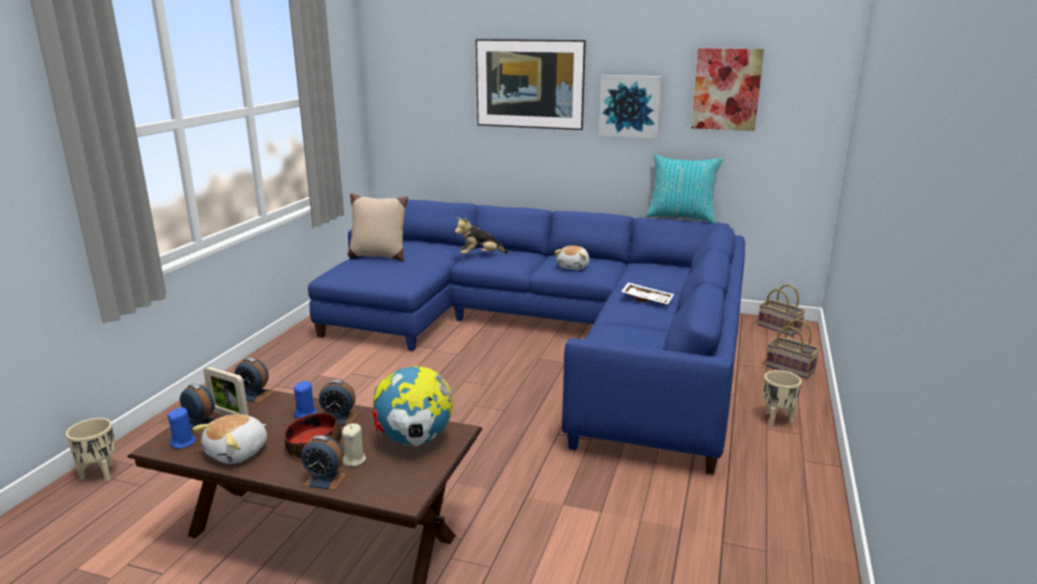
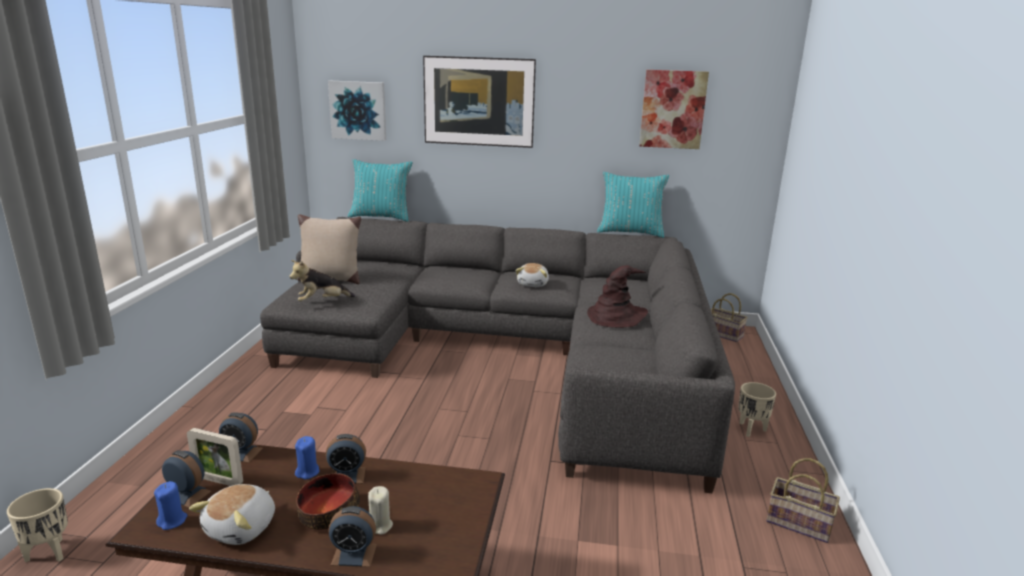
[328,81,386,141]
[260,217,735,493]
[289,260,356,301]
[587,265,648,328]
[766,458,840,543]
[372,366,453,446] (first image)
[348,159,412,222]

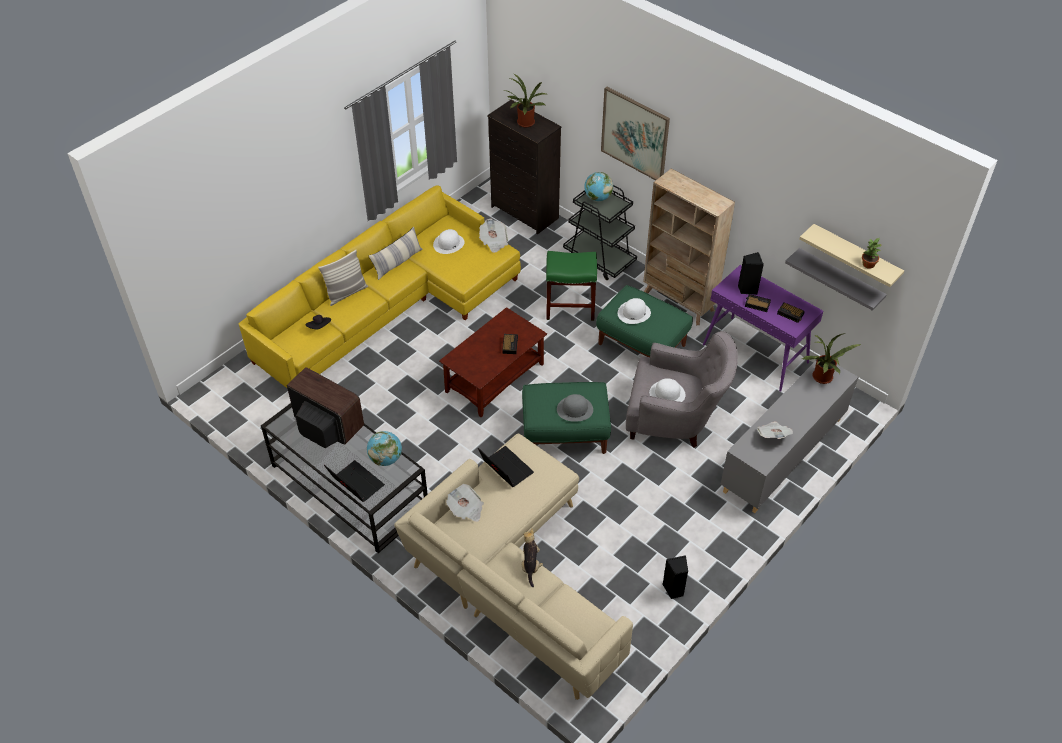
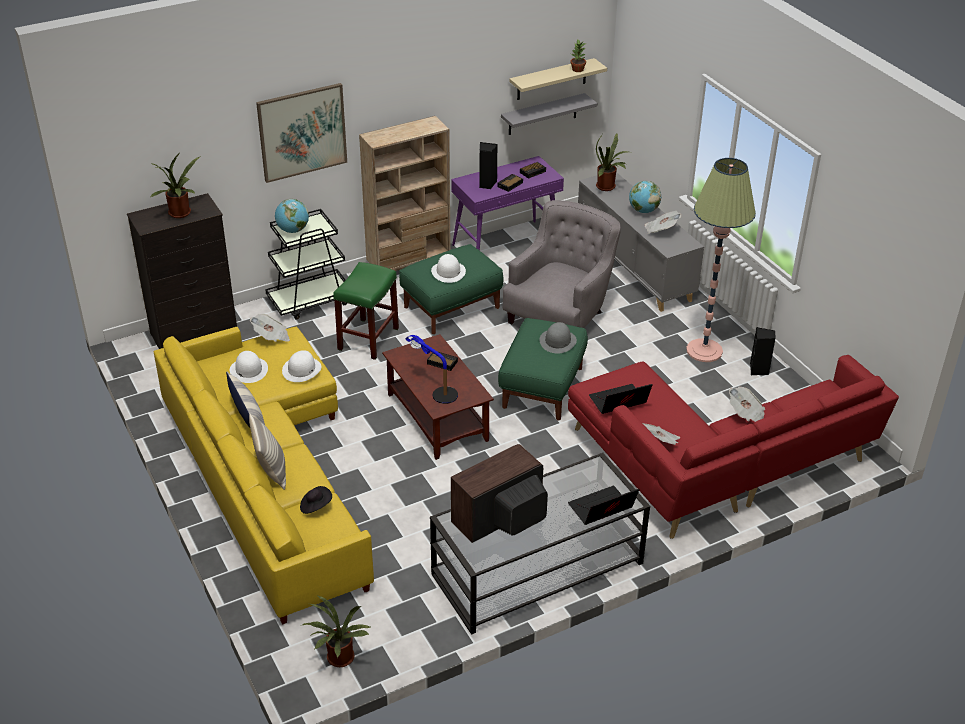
[282,350,321,382]
[629,181,661,213]
[568,355,899,539]
[729,387,765,422]
[686,158,756,362]
[406,335,458,404]
[300,595,372,667]

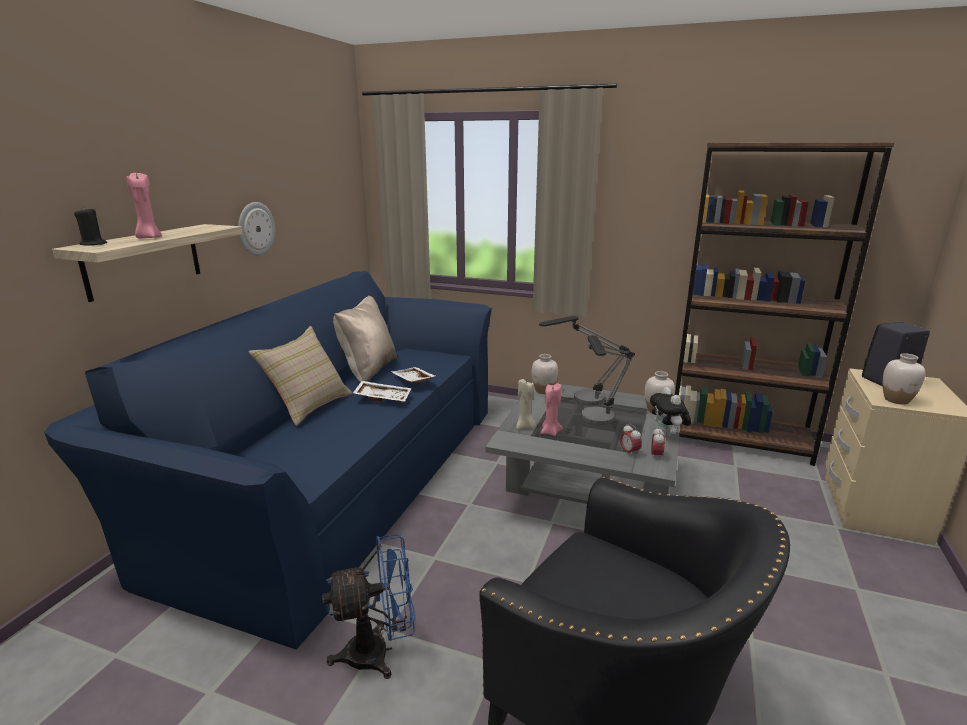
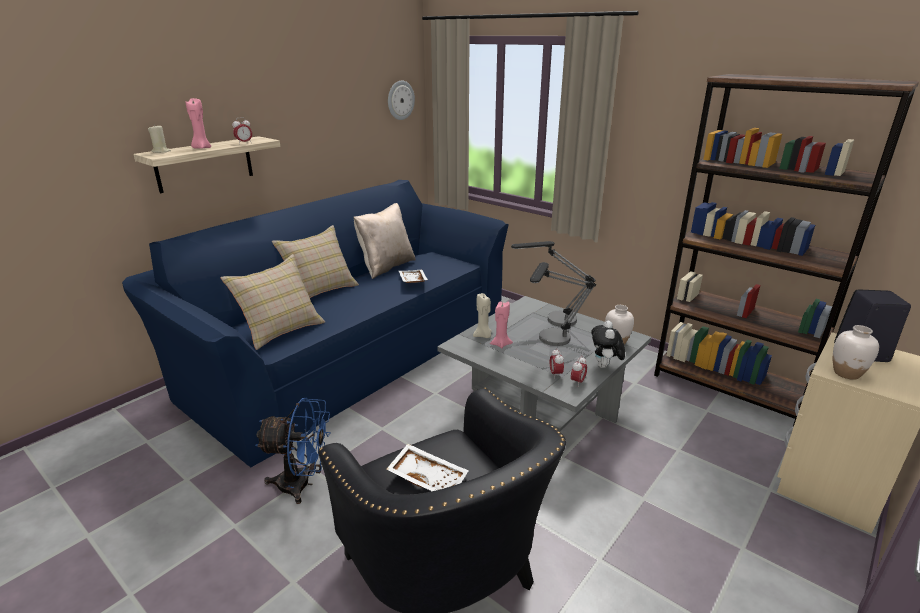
[388,80,415,120]
[148,124,171,153]
[532,354,558,394] (first image)
[386,444,469,491]
[232,117,252,144]
[221,254,325,350]

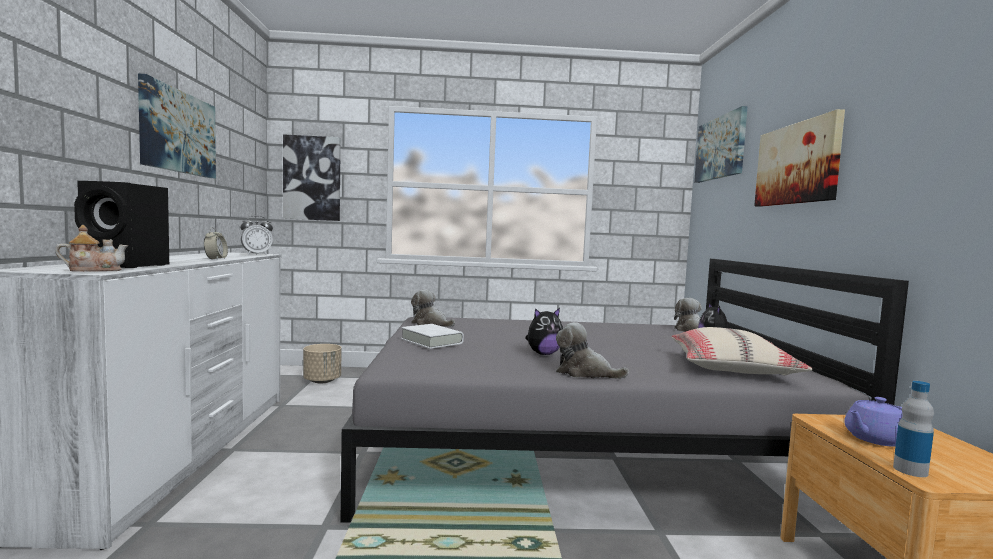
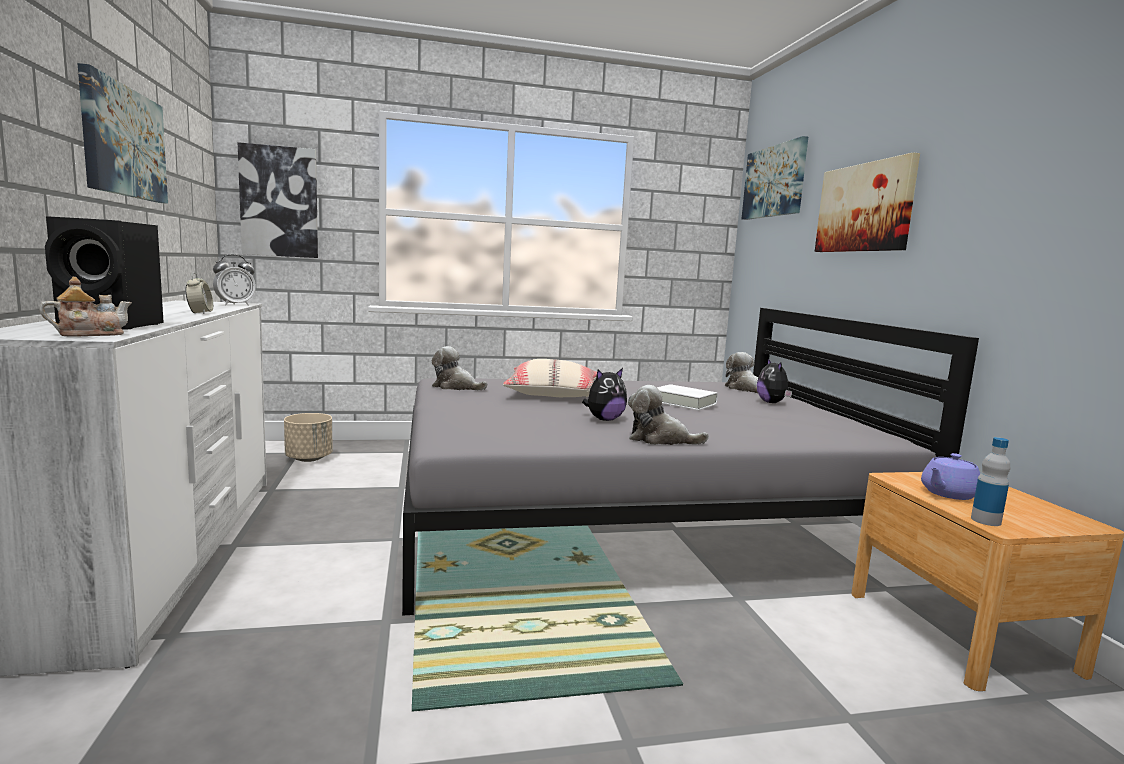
[657,384,718,411]
[503,359,597,397]

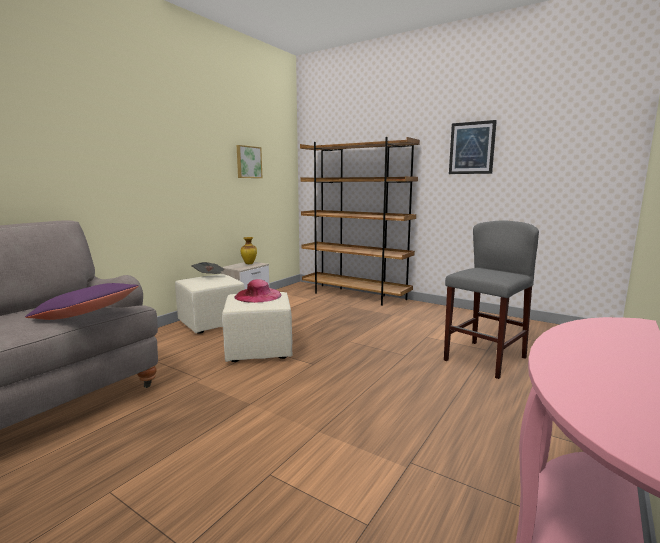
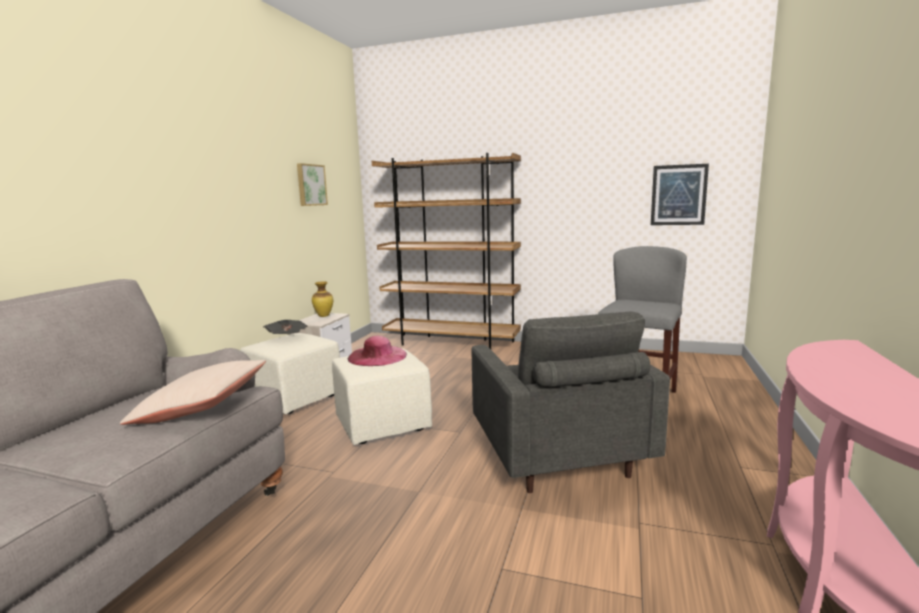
[651,164,709,225]
[119,360,266,425]
[472,311,670,493]

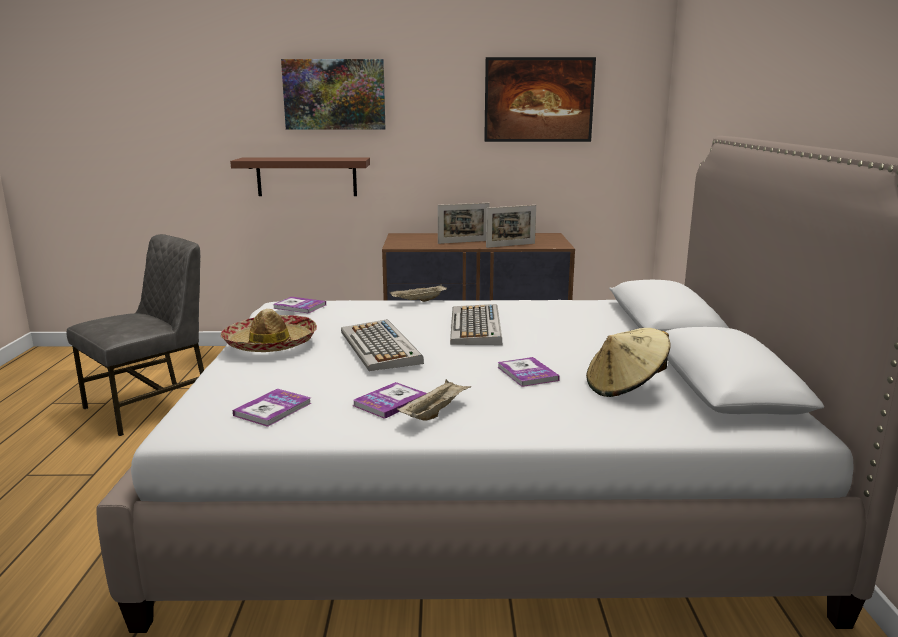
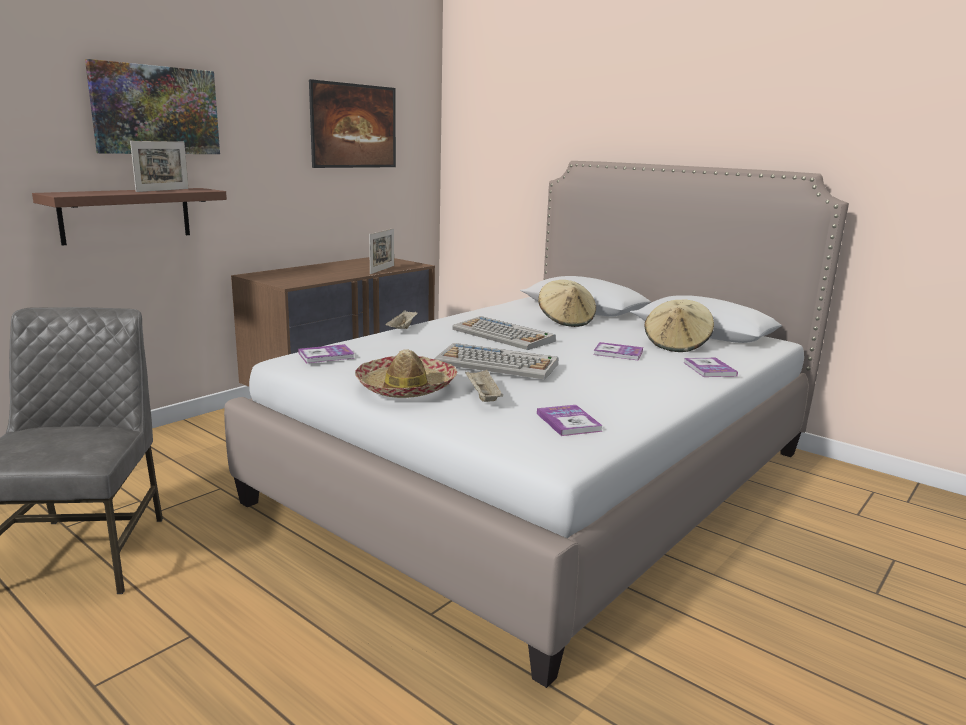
[130,141,188,192]
[465,370,503,402]
[684,358,738,377]
[538,280,596,327]

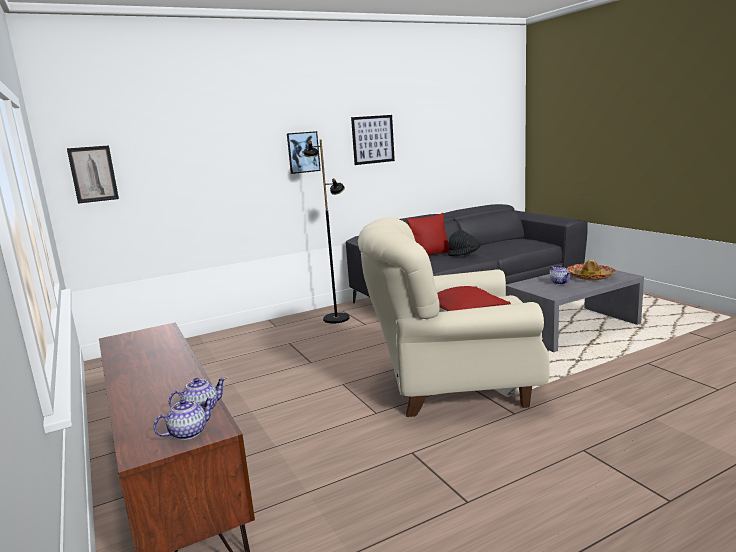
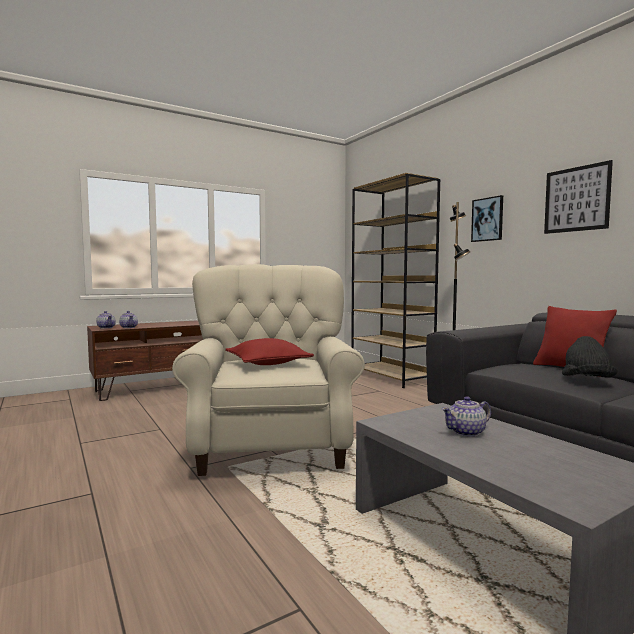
[67,145,119,204] (first image)
[567,260,616,281] (first image)
[351,173,440,388]

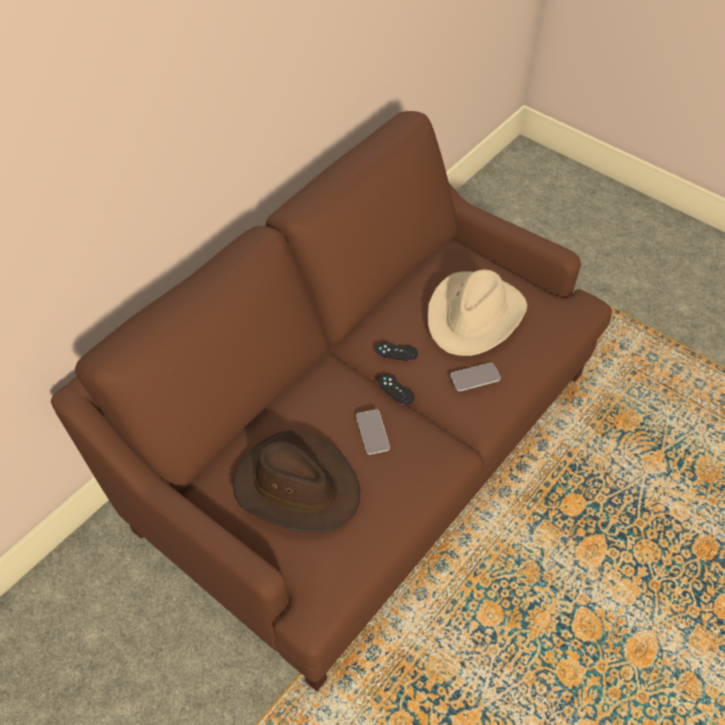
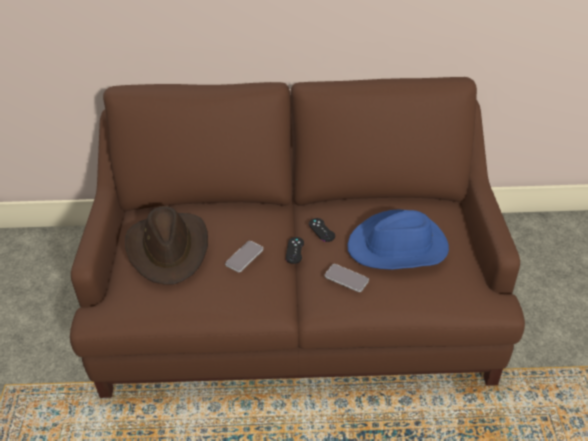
[347,209,449,270]

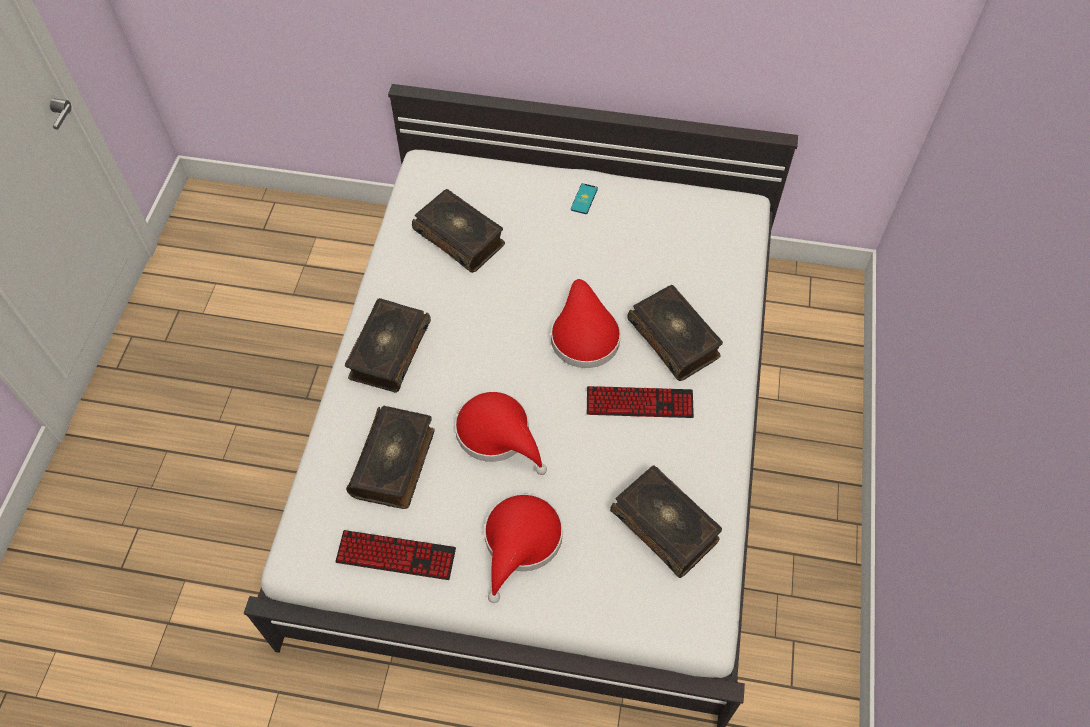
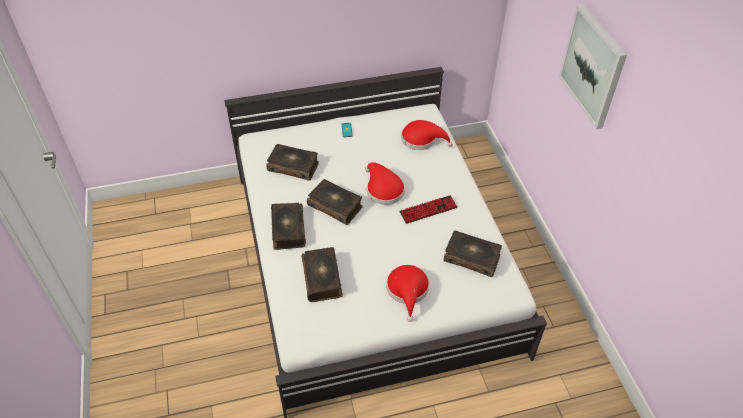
[307,179,363,225]
[401,120,453,150]
[335,530,456,580] (first image)
[559,4,627,129]

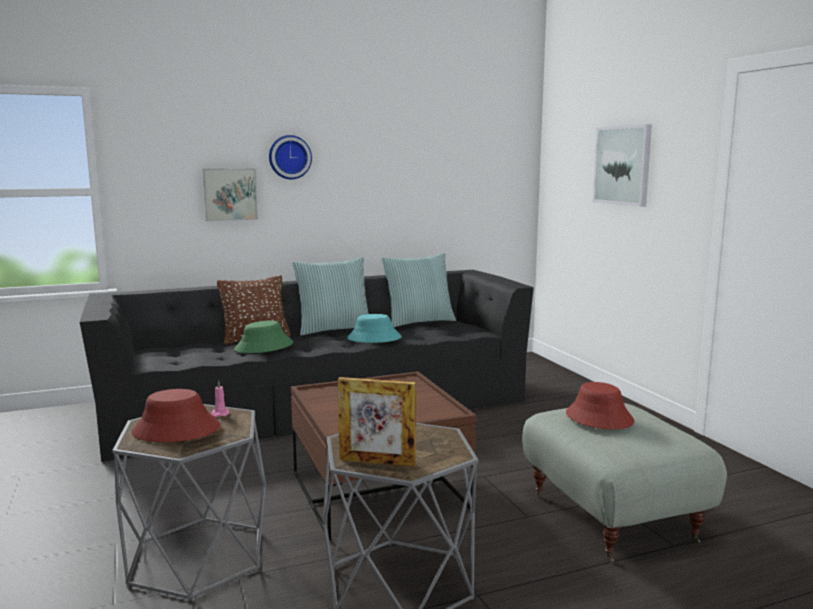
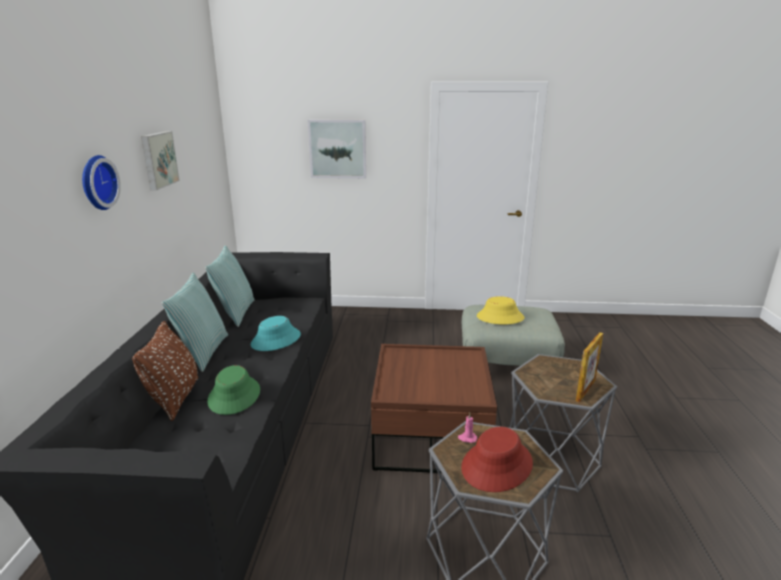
[141,131,180,190]
[477,296,525,324]

